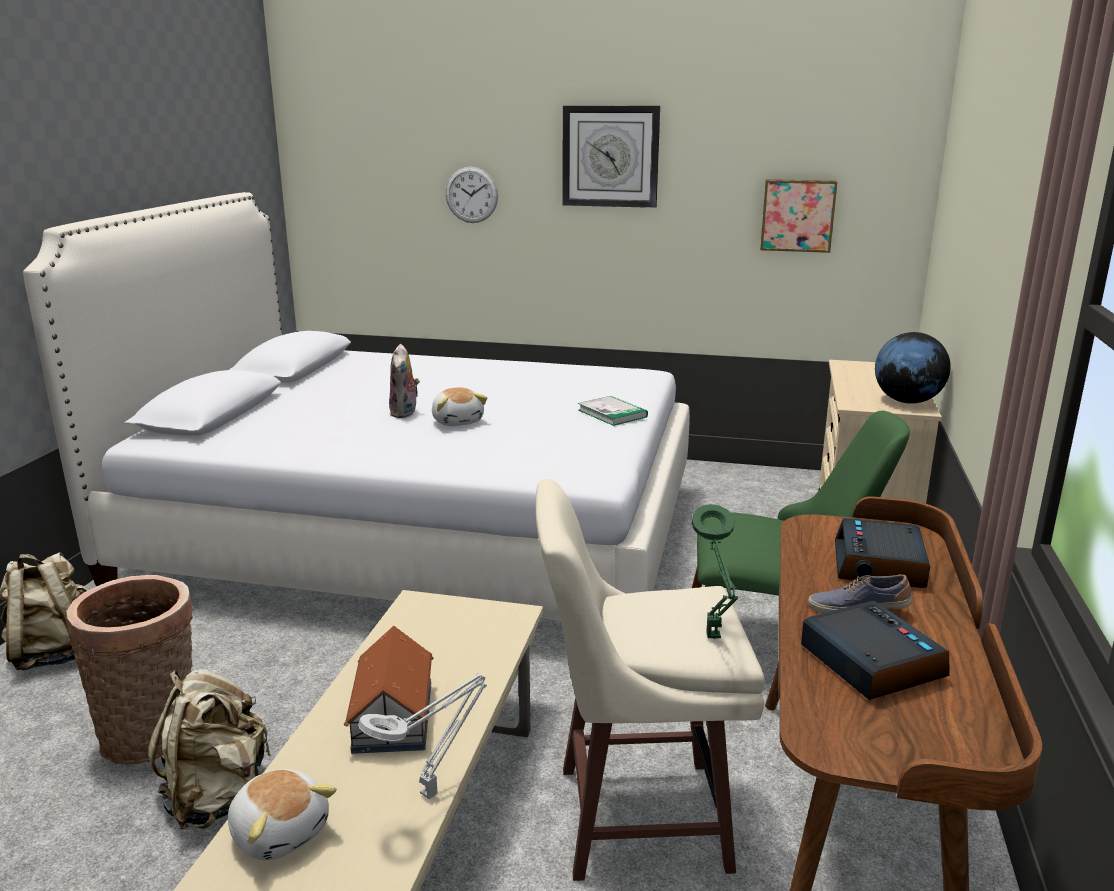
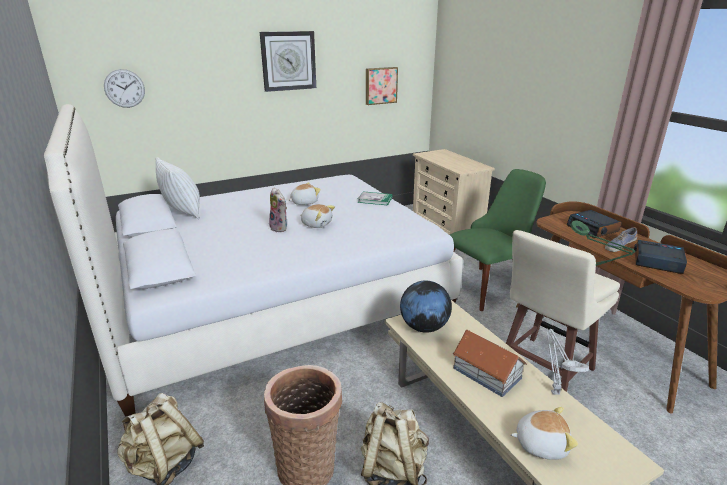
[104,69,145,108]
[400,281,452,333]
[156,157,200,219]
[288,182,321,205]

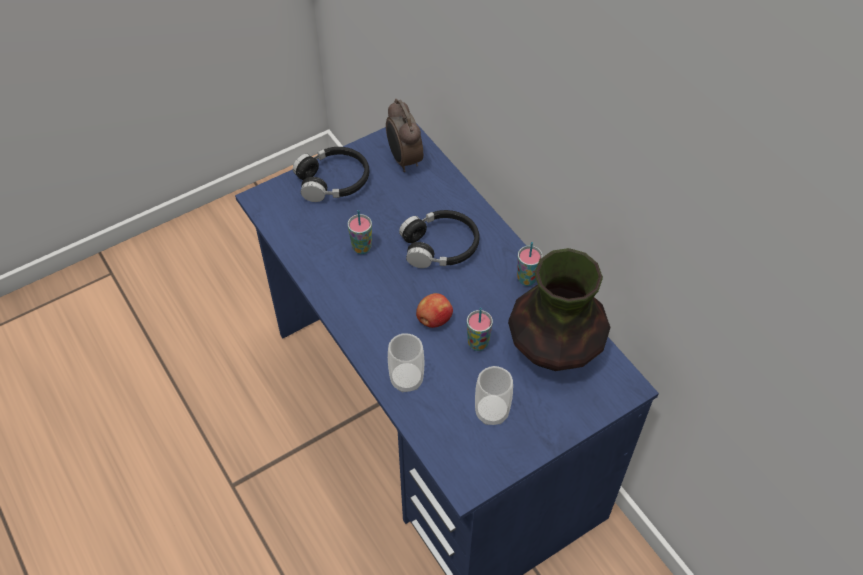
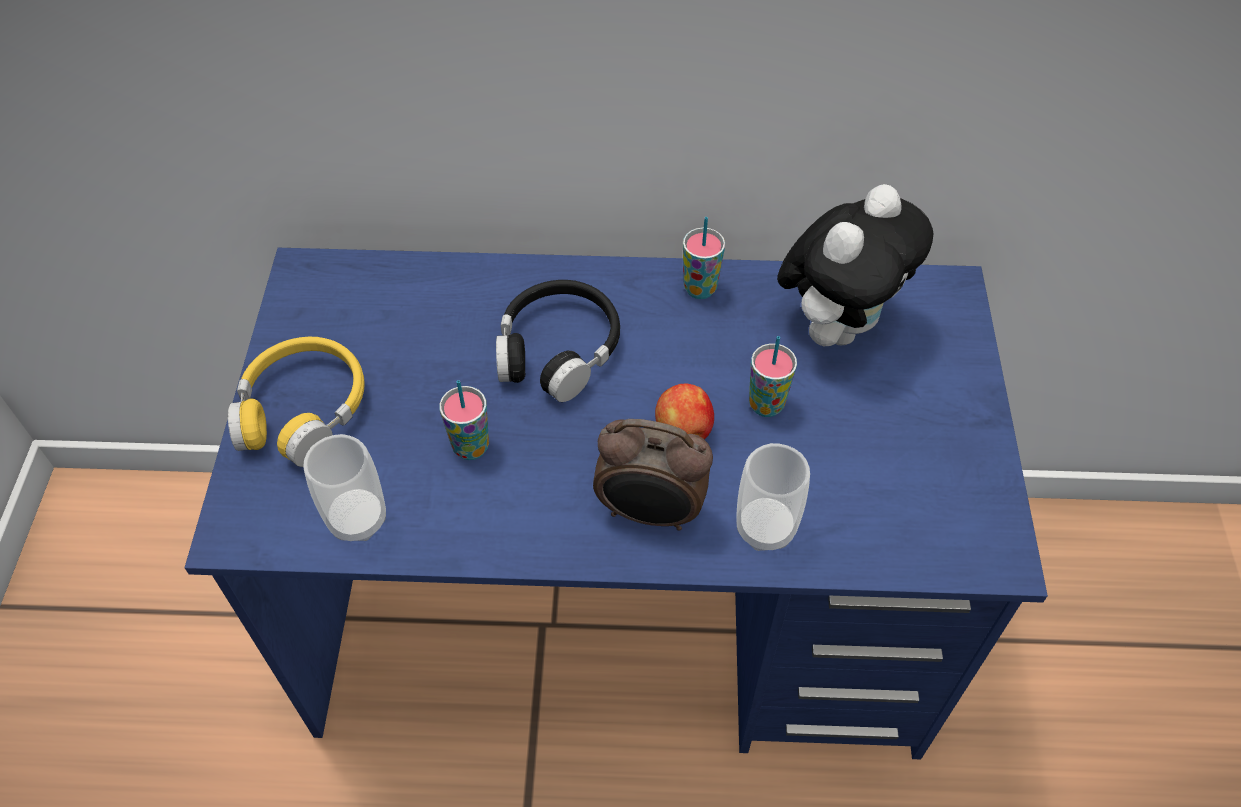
[593,419,713,531]
[228,337,365,467]
[777,184,934,346]
[303,434,386,541]

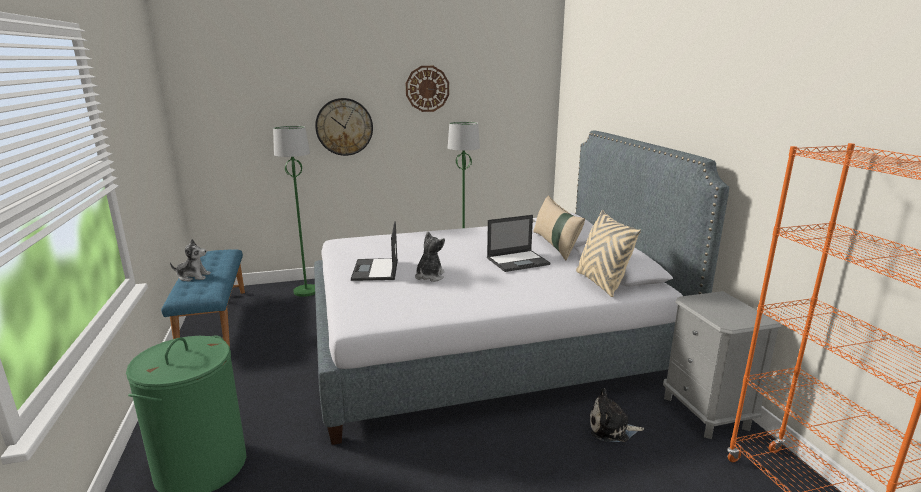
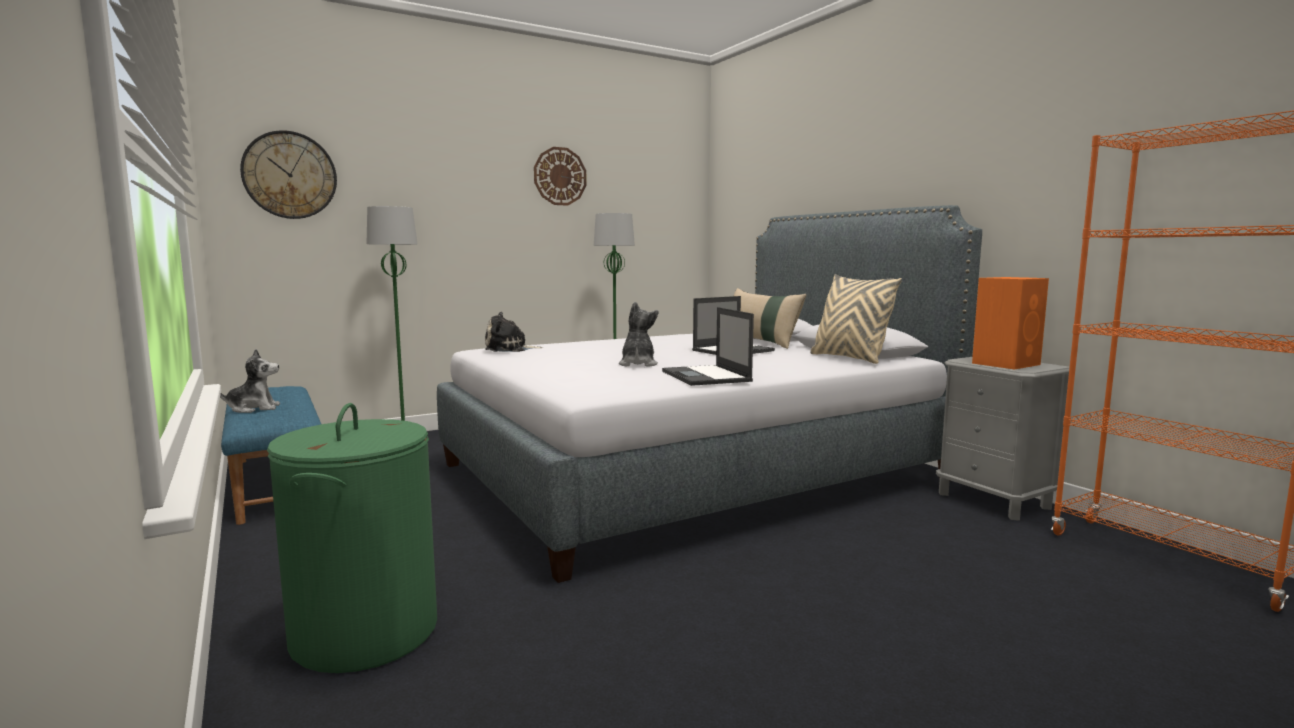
[240,130,337,219]
[662,307,754,386]
[485,312,543,352]
[972,277,1049,369]

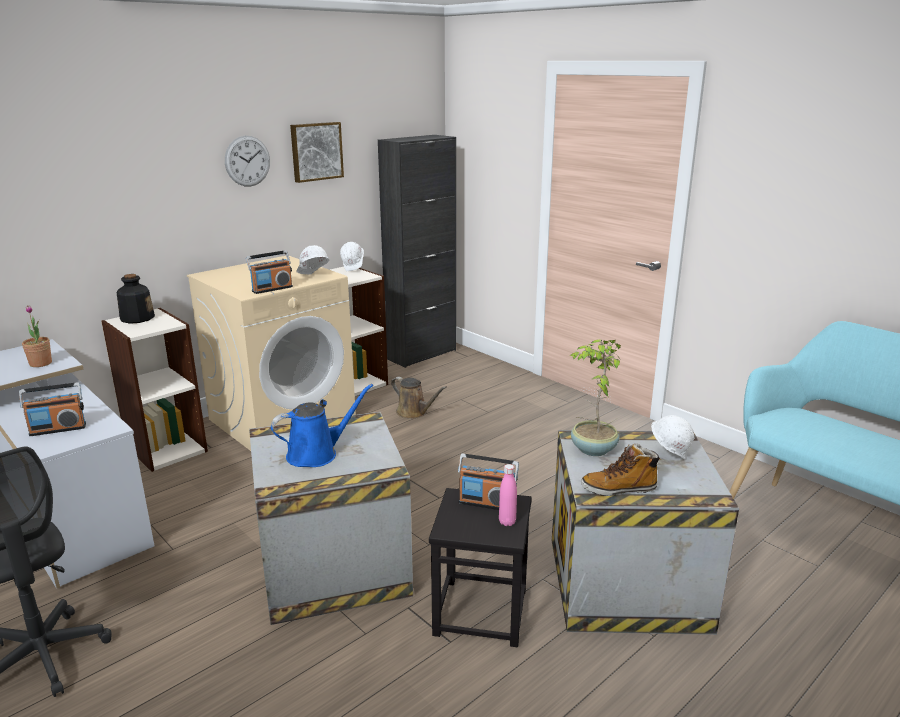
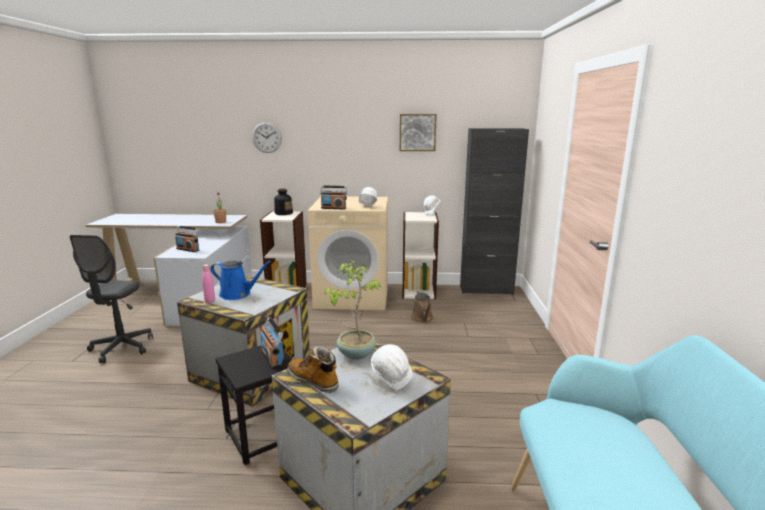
[252,122,282,153]
[202,264,215,303]

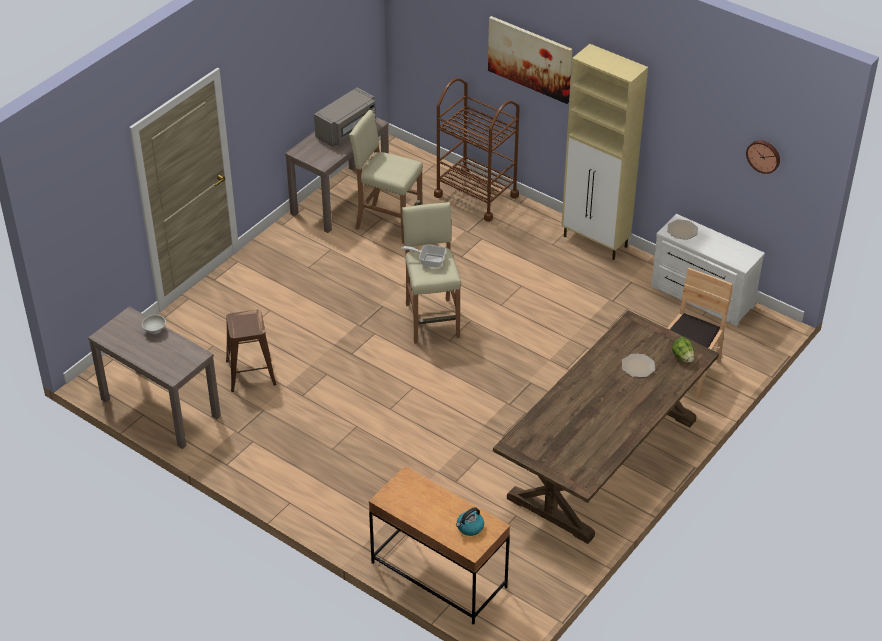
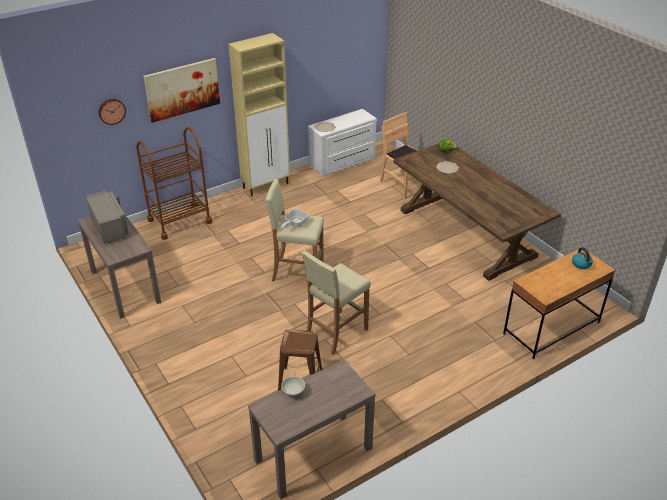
[302,251,371,355]
[99,99,126,125]

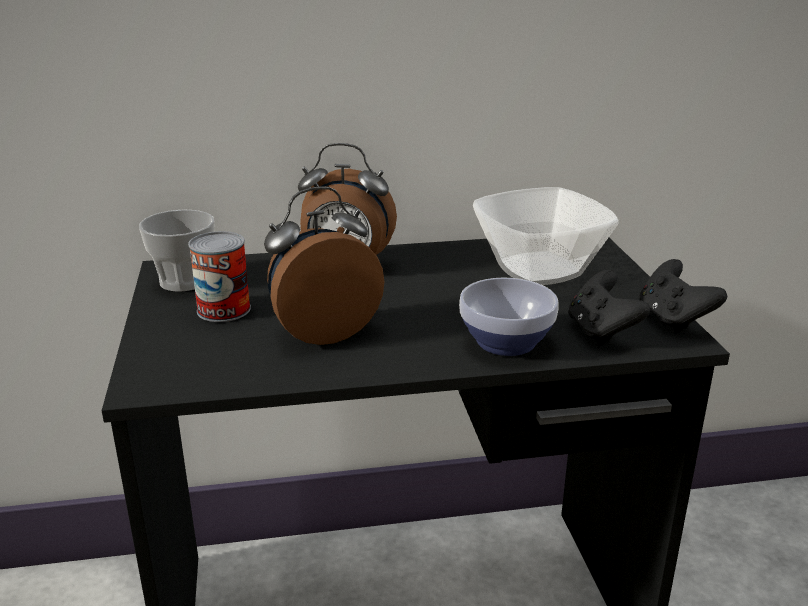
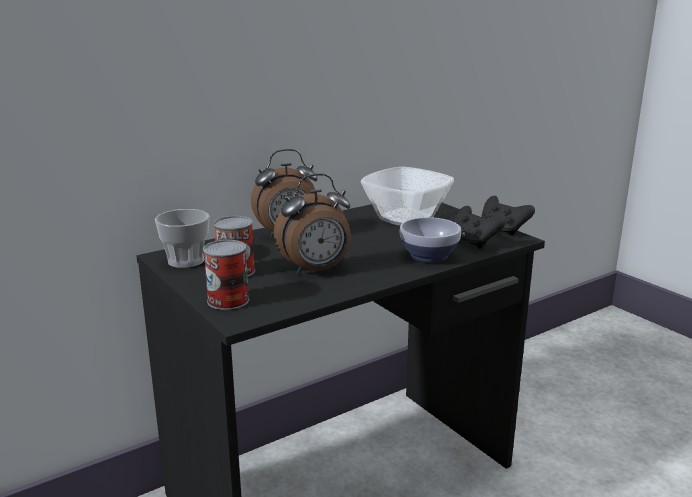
[274,174,351,275]
[203,240,249,310]

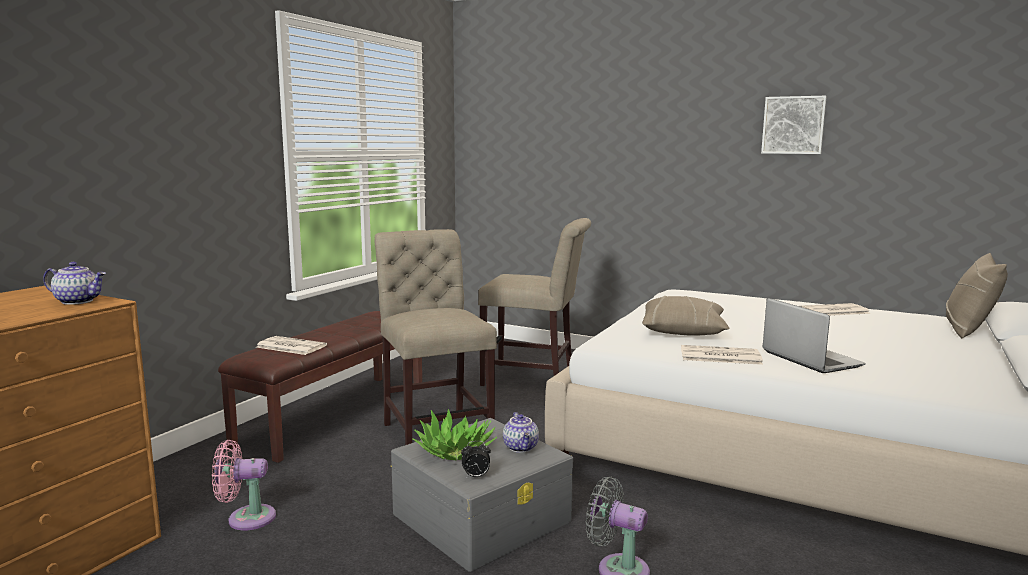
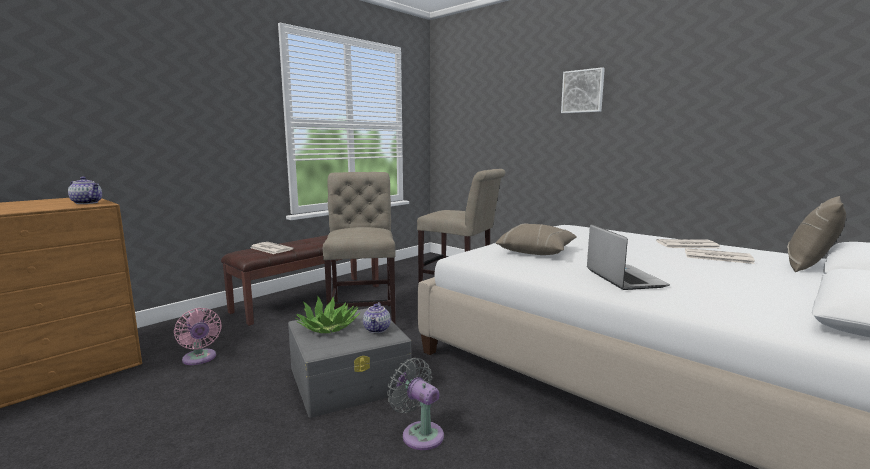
[561,67,605,113]
[685,248,755,264]
[174,308,222,365]
[461,441,491,477] (first image)

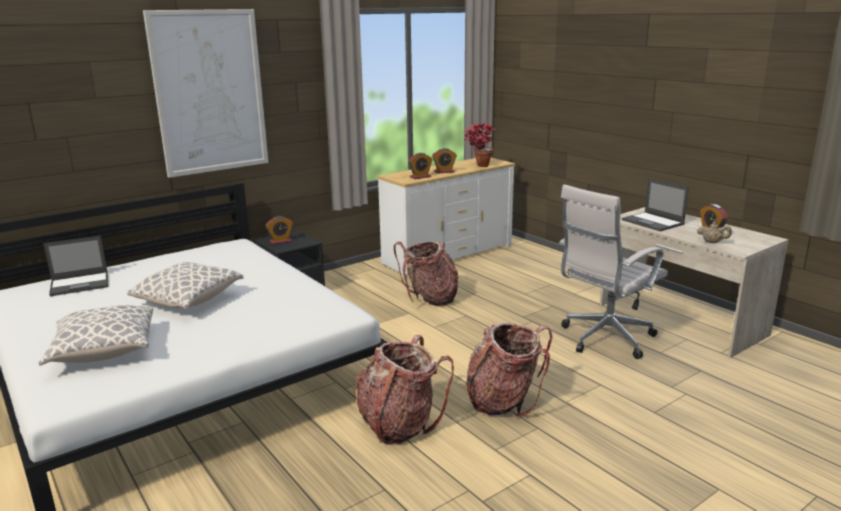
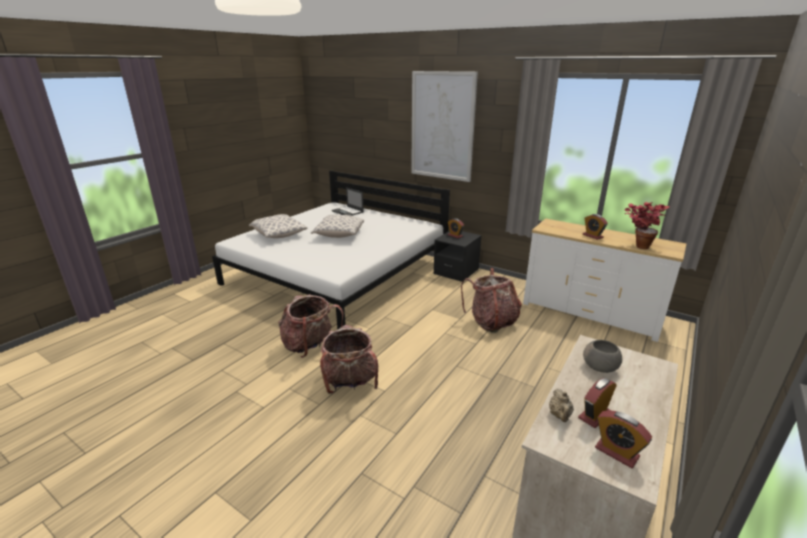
[595,411,652,468]
[583,340,622,373]
[558,184,668,359] (first image)

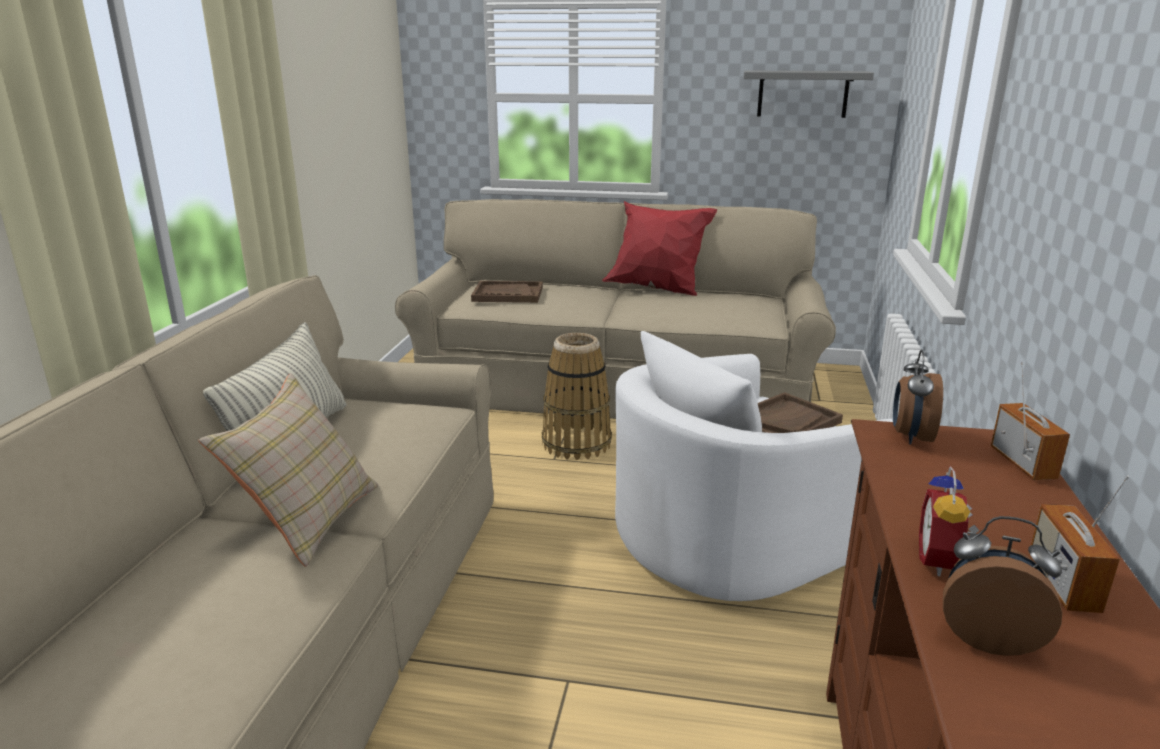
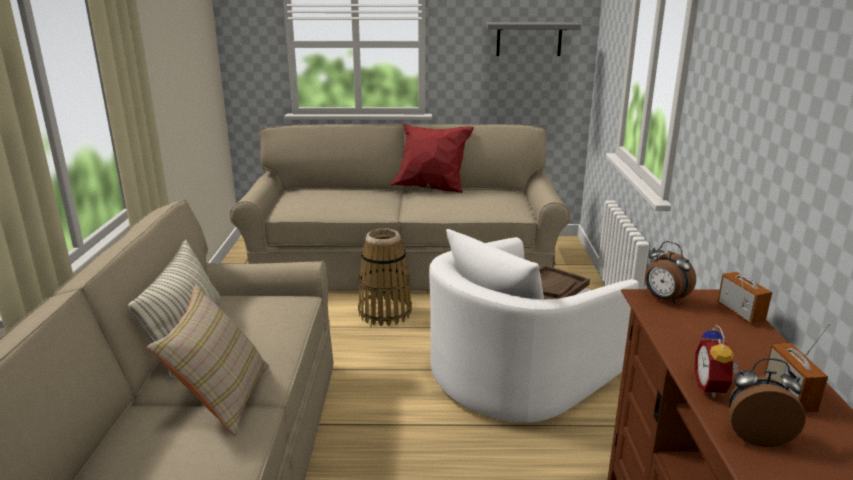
[471,281,543,303] (first image)
[645,241,696,304]

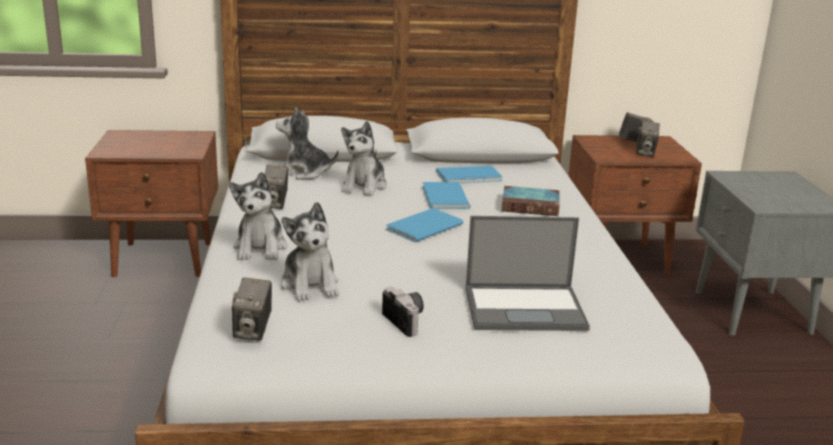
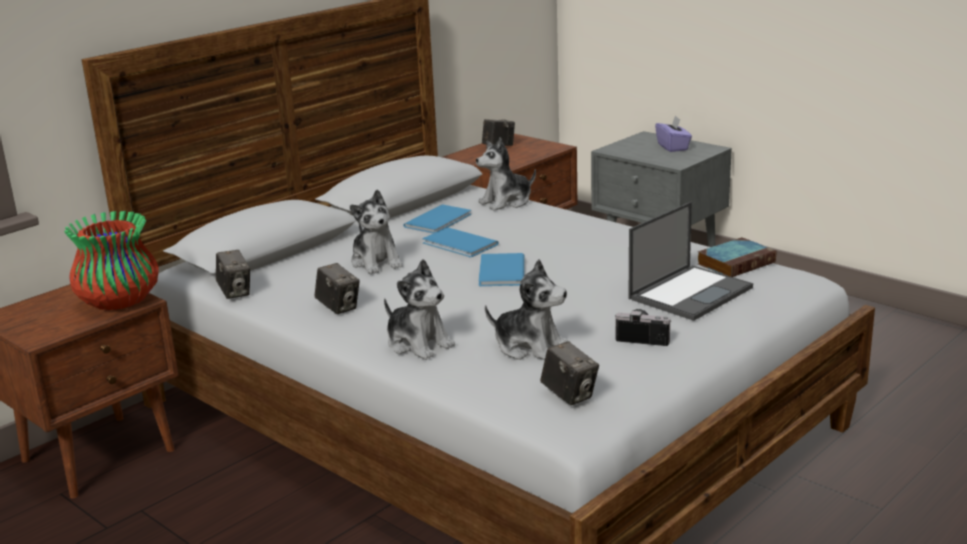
[476,138,536,211]
[216,250,250,299]
[698,237,776,277]
[655,115,692,152]
[64,211,159,310]

